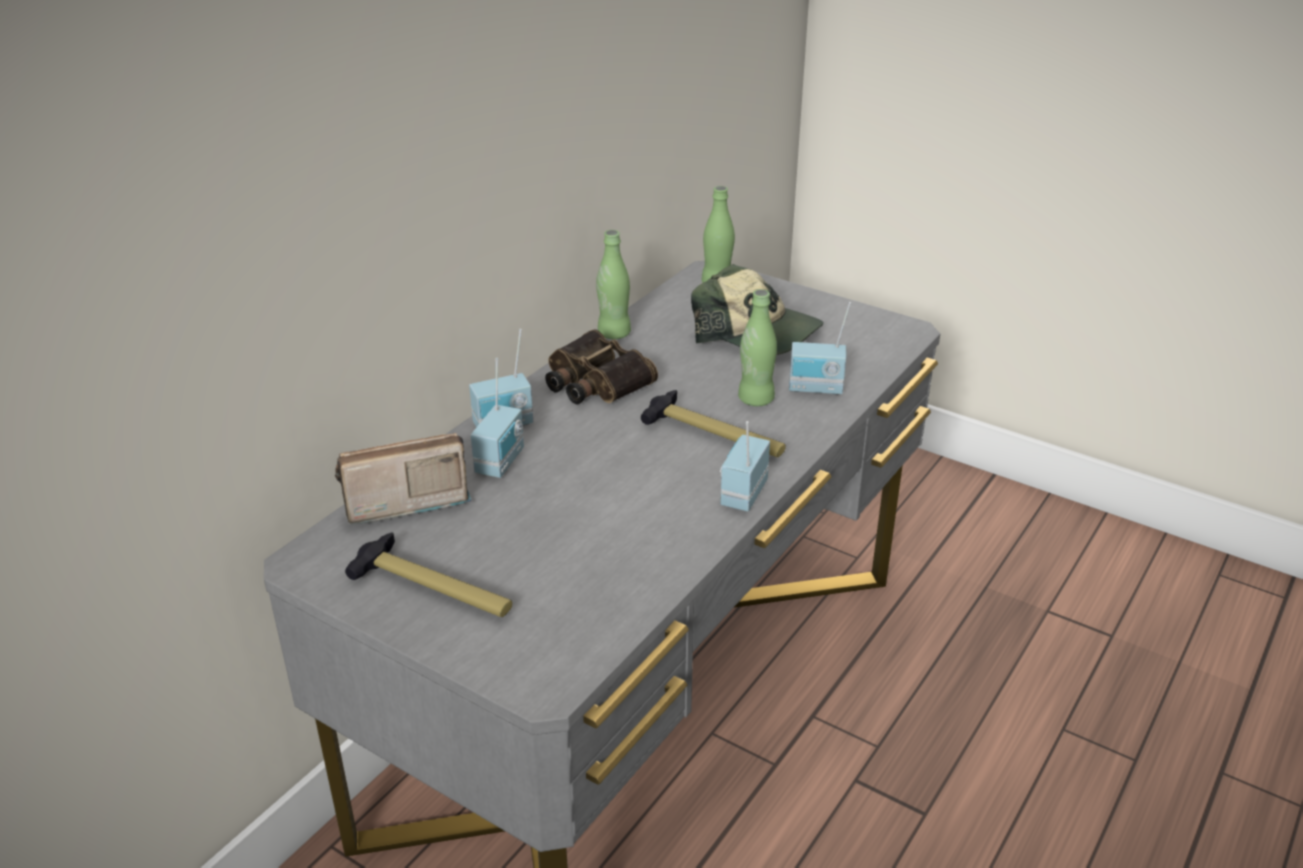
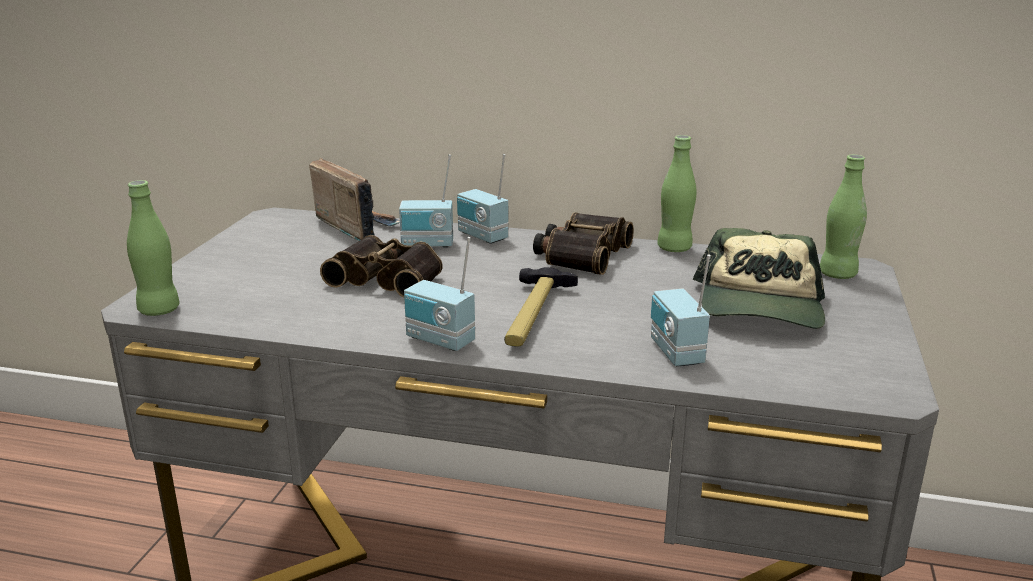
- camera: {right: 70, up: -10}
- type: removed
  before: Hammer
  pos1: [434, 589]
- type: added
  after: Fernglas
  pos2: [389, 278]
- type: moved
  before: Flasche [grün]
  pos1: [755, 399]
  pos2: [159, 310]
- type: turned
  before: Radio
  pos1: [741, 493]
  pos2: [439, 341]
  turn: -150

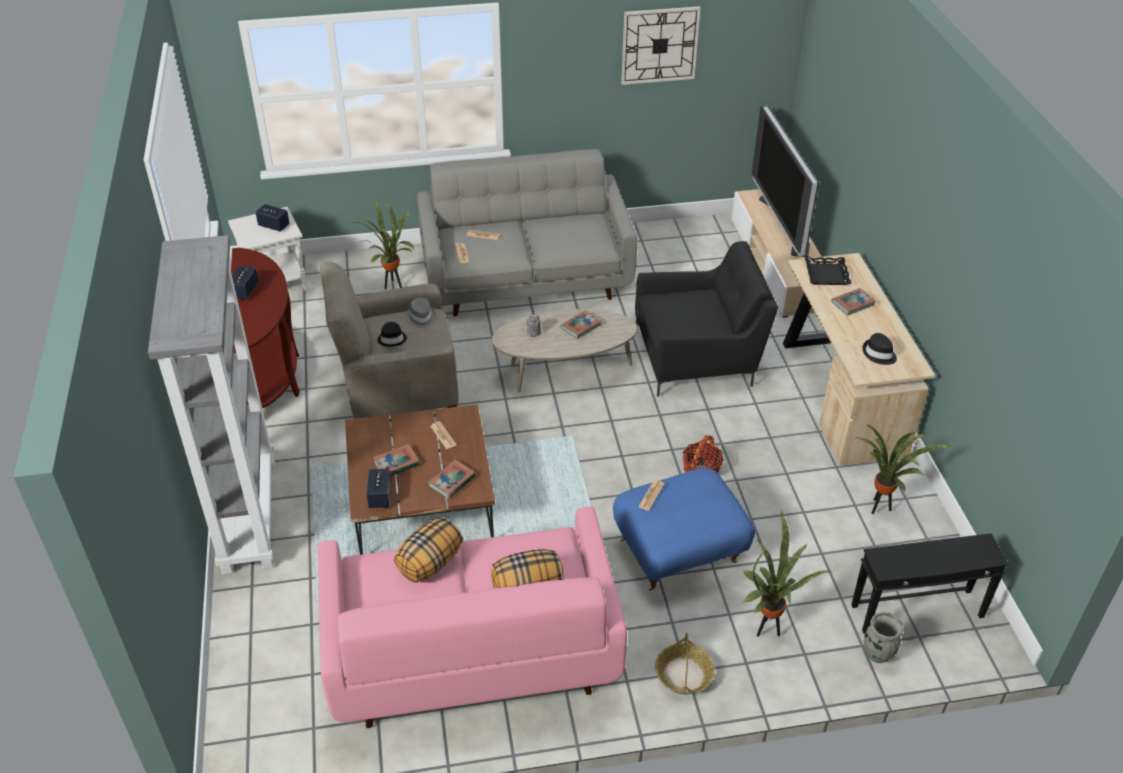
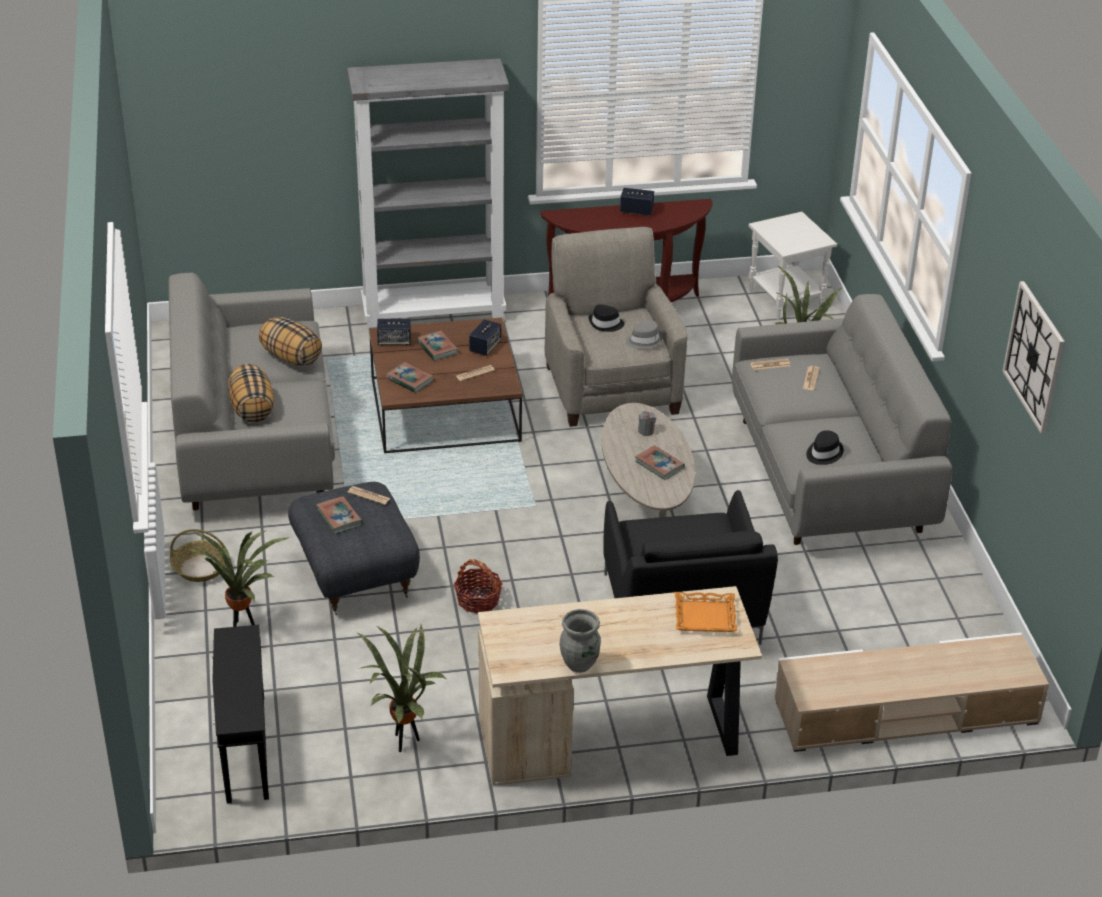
- camera: {right: 90, up: -5}
- type: removed
  before: Fernseher
  pos1: [784, 225]
- type: moved
  before: Lautsprecher
  pos1: [274, 226]
  pos2: [485, 347]
- type: moved
  before: Buch
  pos1: [853, 304]
  pos2: [339, 517]
- type: moved
  before: Hut [schwarz]
  pos1: [878, 354]
  pos2: [823, 453]
- type: moved
  before: Vase [grau]
  pos1: [877, 654]
  pos2: [580, 664]
- type: recoloured
  before: Sofa [rosa]
  after: Sofa [grau]
  pos1: [471, 650]
  pos2: [255, 442]
- type: recoloured
  before: Polsterhocker [blau]
  after: Polsterhocker [grau]
  pos1: [679, 553]
  pos2: [353, 575]
- type: recoloured
  before: Tablett [schwarz]
  after: Tablett [orange]
  pos1: [827, 274]
  pos2: [704, 617]

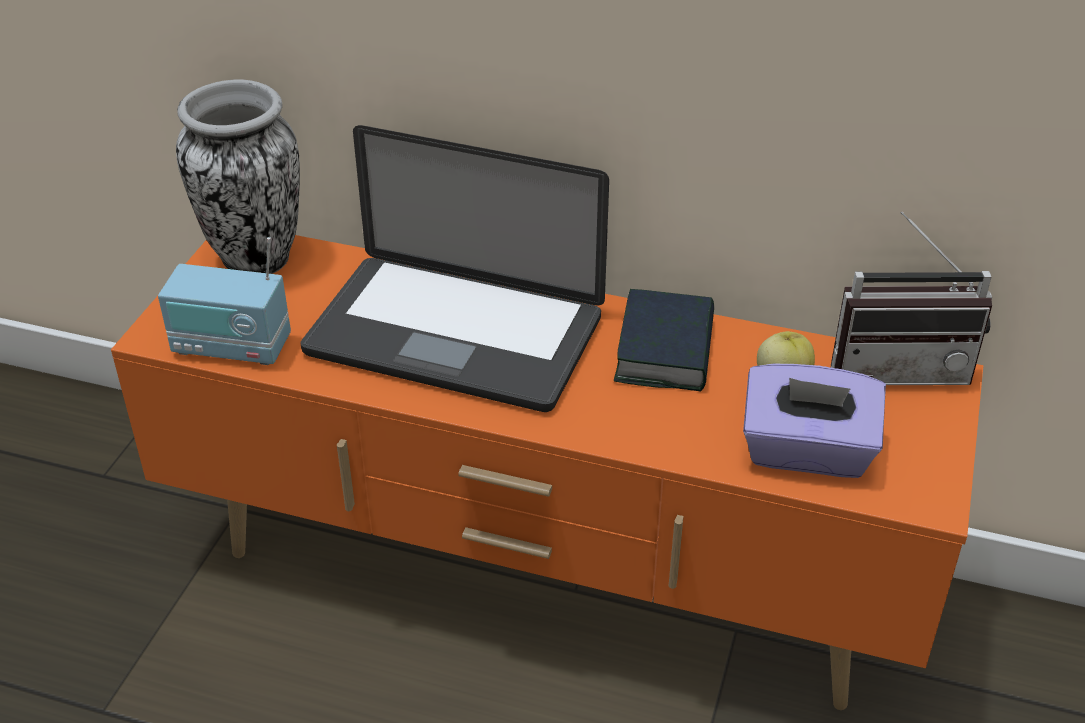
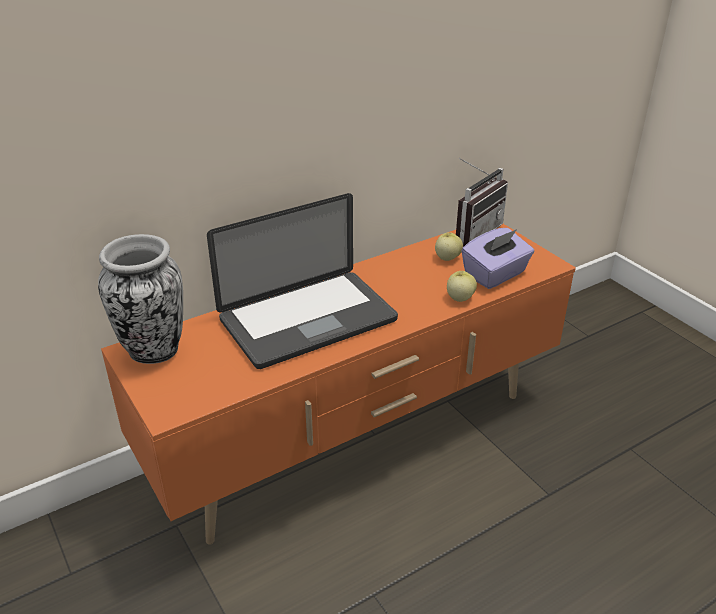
- camera: {right: -50, up: -5}
- type: removed
  before: Radio
  pos1: [231, 347]
- type: removed
  before: Buch
  pos1: [665, 351]
- type: added
  after: Apfel
  pos2: [459, 298]

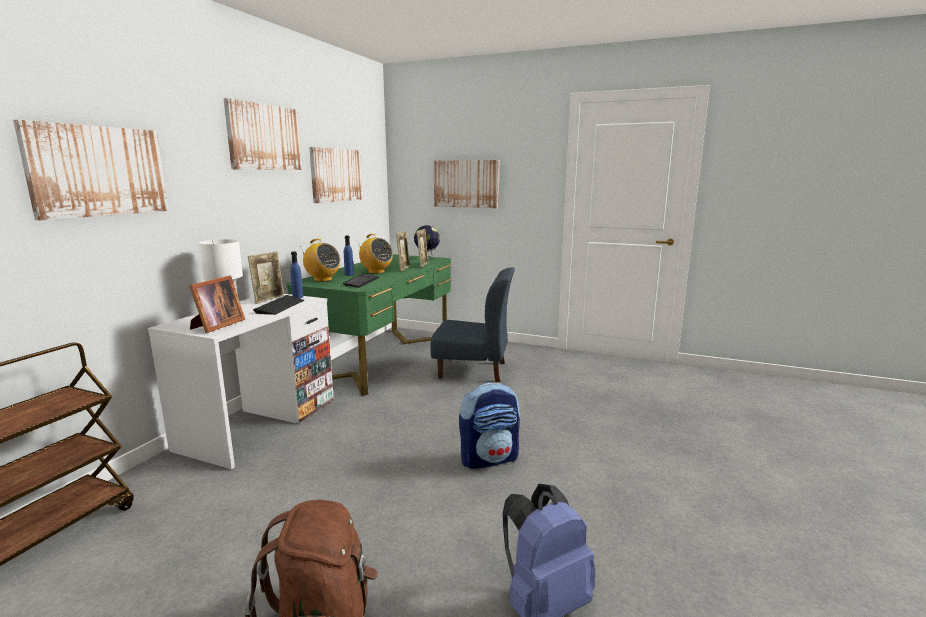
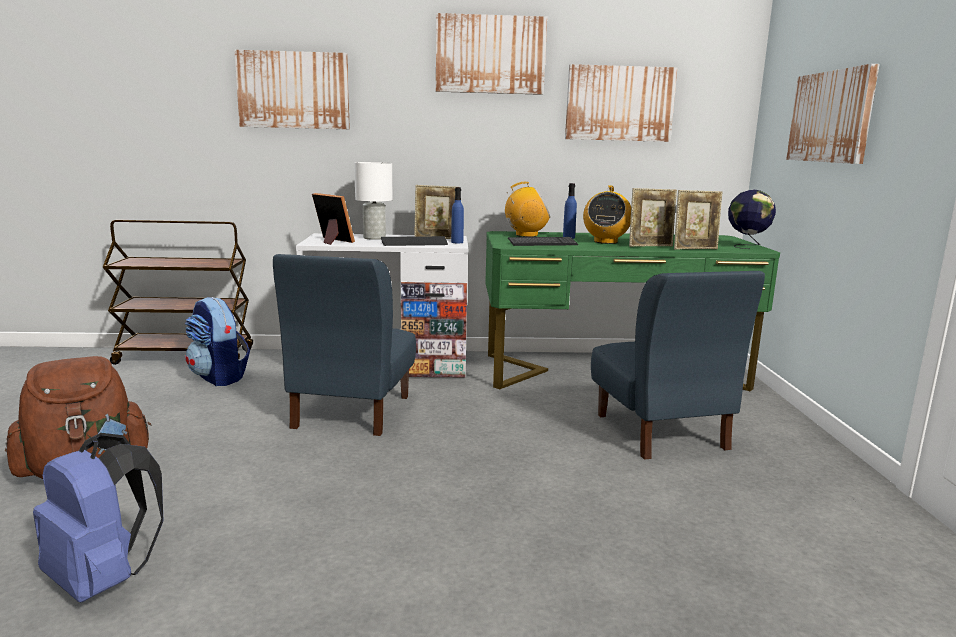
- camera: {right: 65, up: 0}
- type: added
  after: Stuhl [blau]
  pos2: [351, 412]
- type: moved
  before: Rucksack
  pos1: [489, 458]
  pos2: [219, 378]
- type: turned
  before: Bilderrahmen
  pos1: [216, 326]
  pos2: [332, 241]
  turn: -135
- type: turned
  before: Radio
  pos1: [322, 280]
  pos2: [526, 235]
  turn: -105

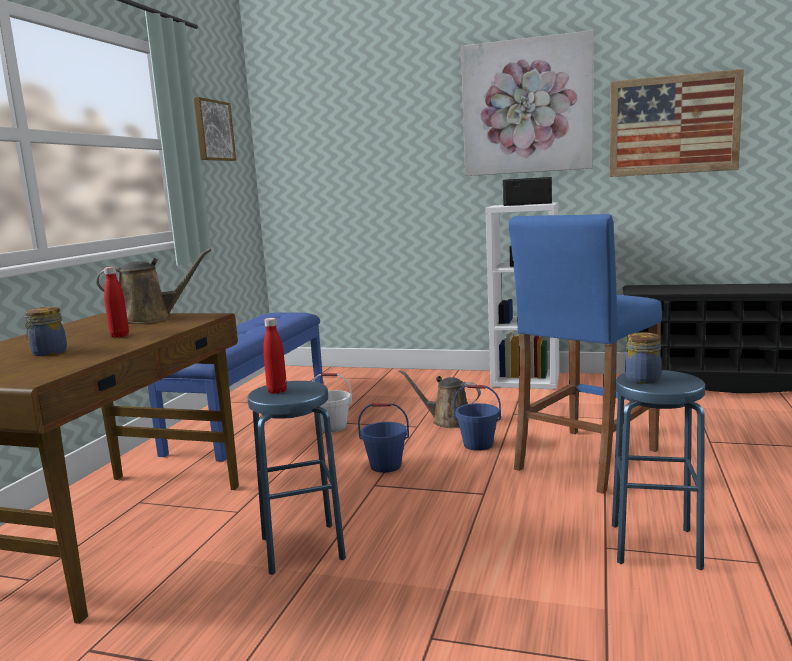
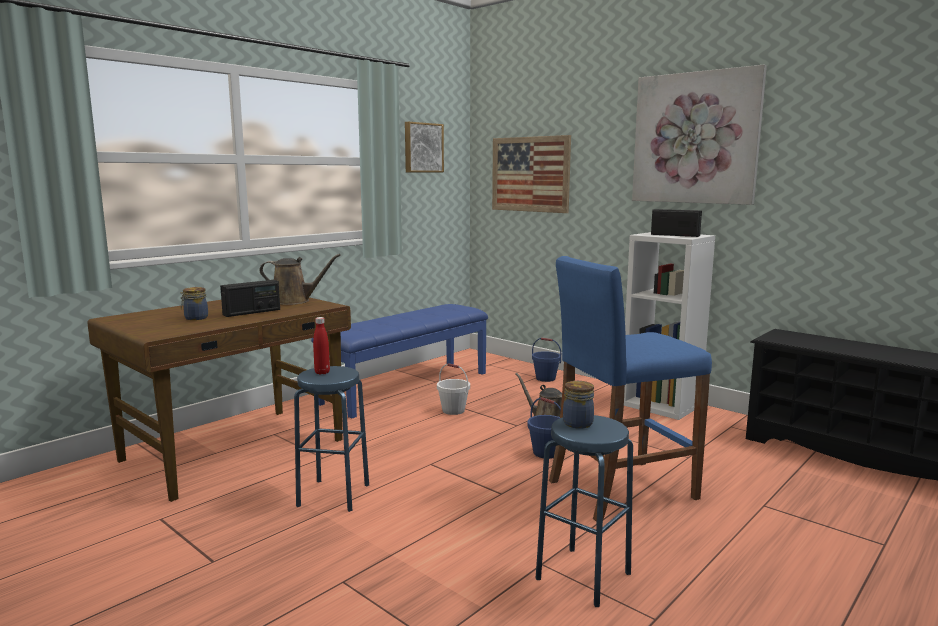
- camera: {right: 25, up: 0}
- type: moved
  before: Eimer [blau]
  pos1: [386, 466]
  pos2: [546, 378]
- type: moved
  before: Bild
  pos1: [673, 125]
  pos2: [530, 174]
- type: replaced
  before: Flasche [rot]
  after: Radio
  pos1: [119, 336]
  pos2: [252, 312]

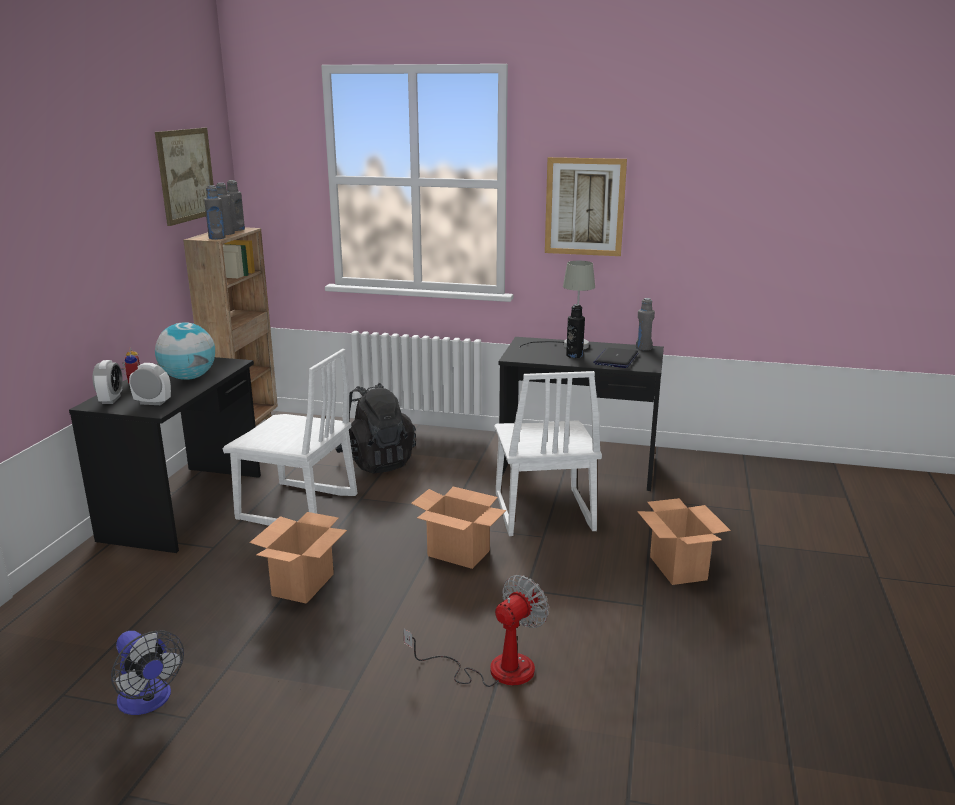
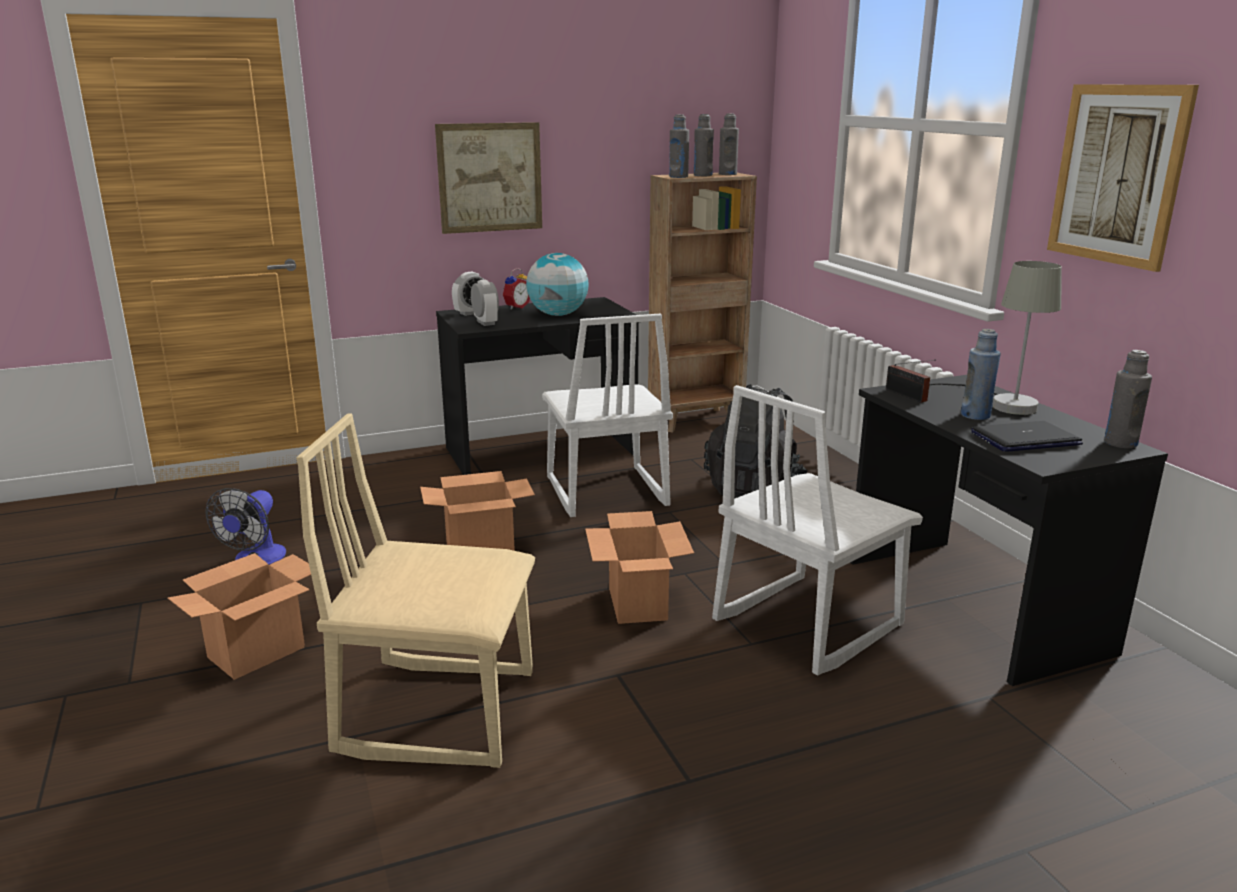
- camera: {right: 55, up: 0}
- type: added
  after: Radio
  pos2: [907, 396]
- type: moved
  before: Bild
  pos1: [186, 175]
  pos2: [490, 177]
- type: moved
  before: Karton
  pos1: [677, 568]
  pos2: [257, 652]
- type: replaced
  before: Ventilator
  after: Stuhl [beige]
  pos1: [494, 669]
  pos2: [438, 711]
- type: recoloured
  before: Flasche [schwarz]
  after: Flasche [blau]
  pos1: [574, 355]
  pos2: [975, 415]

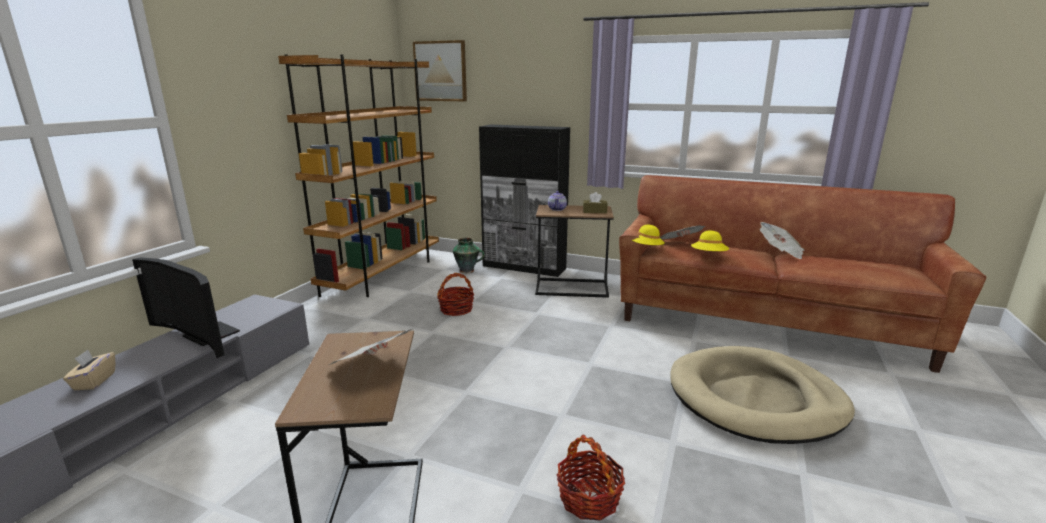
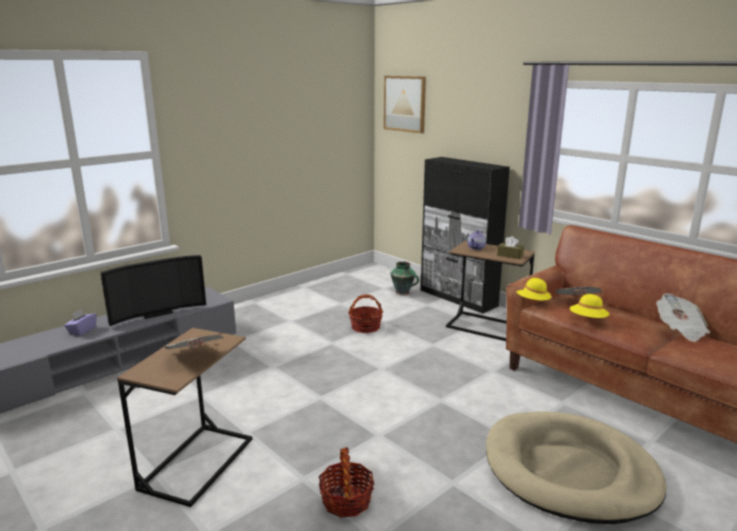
- camera: {right: 25, up: 0}
- type: removed
  before: Bücherregal [braun]
  pos1: [383, 275]
- type: recoloured
  before: Taschentuchbox [beige]
  after: Taschentuchbox [lila]
  pos1: [94, 381]
  pos2: [82, 330]
- type: turned
  before: Fernseher
  pos1: [203, 336]
  pos2: [156, 313]
  turn: -90

